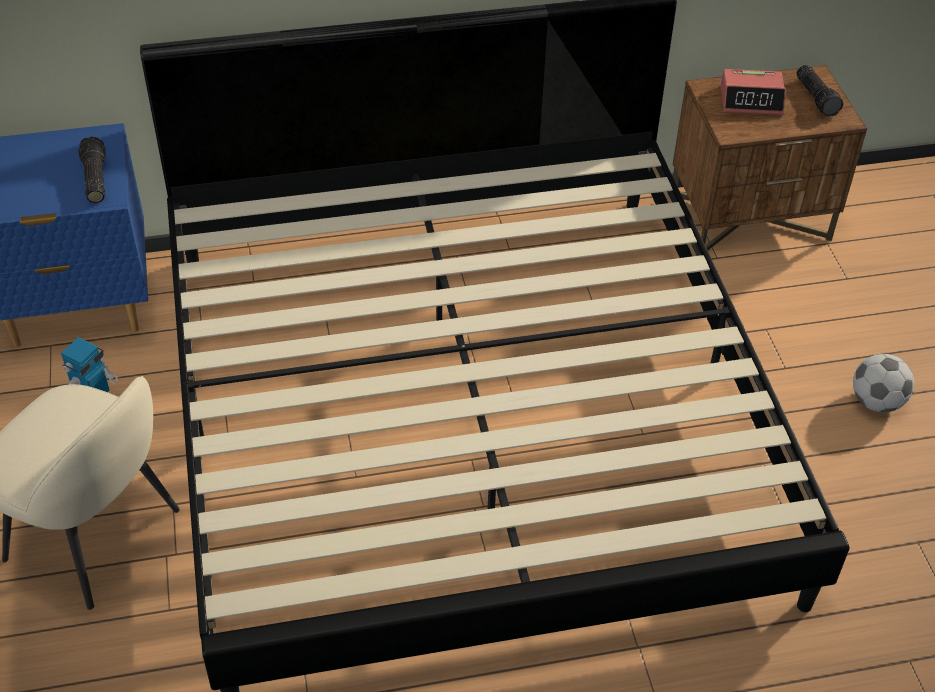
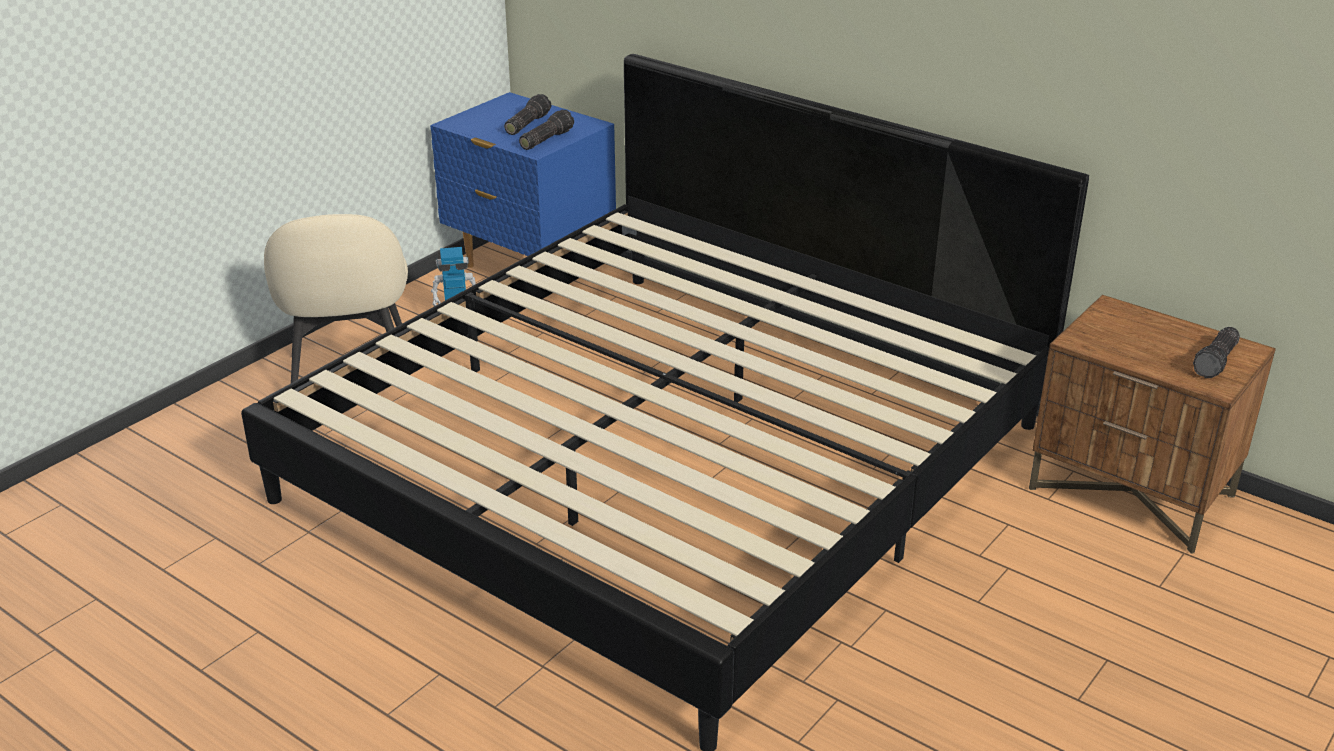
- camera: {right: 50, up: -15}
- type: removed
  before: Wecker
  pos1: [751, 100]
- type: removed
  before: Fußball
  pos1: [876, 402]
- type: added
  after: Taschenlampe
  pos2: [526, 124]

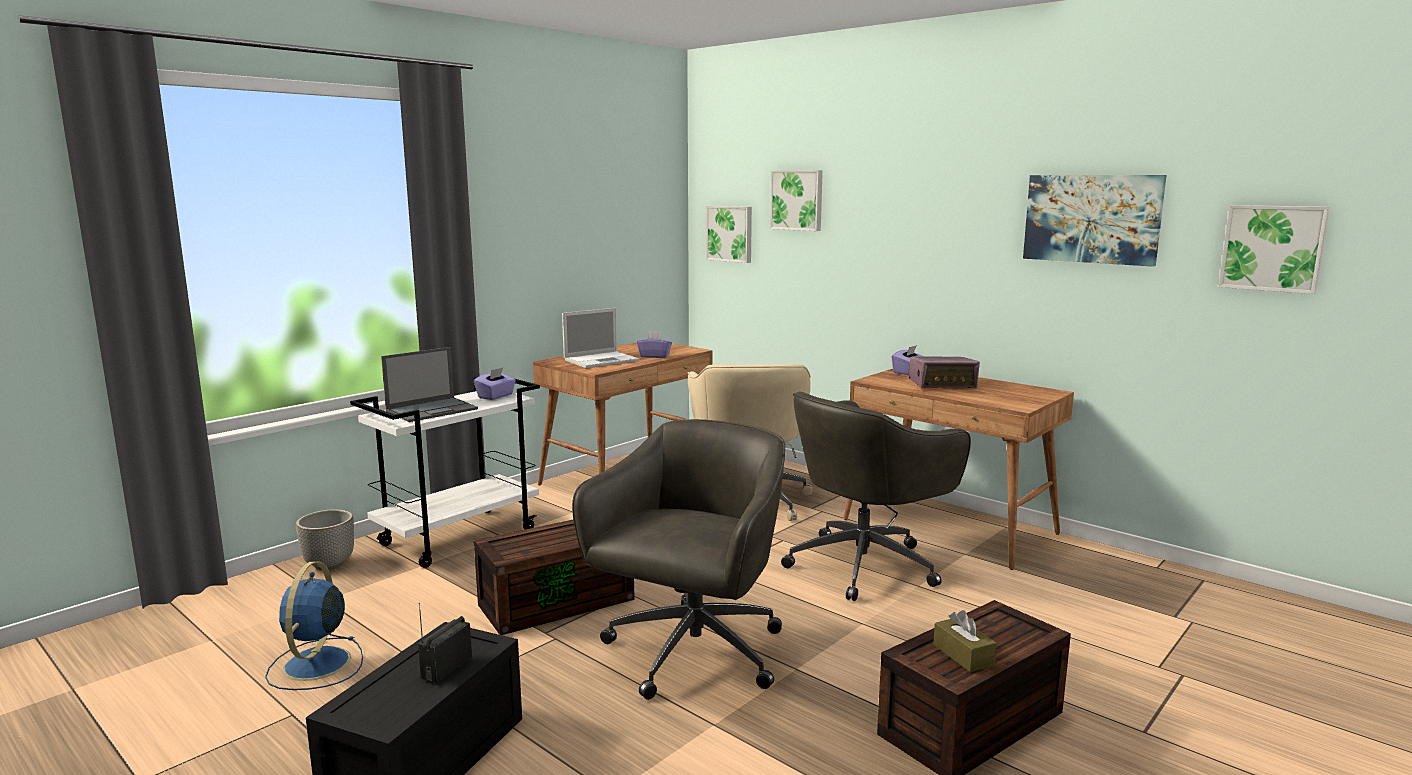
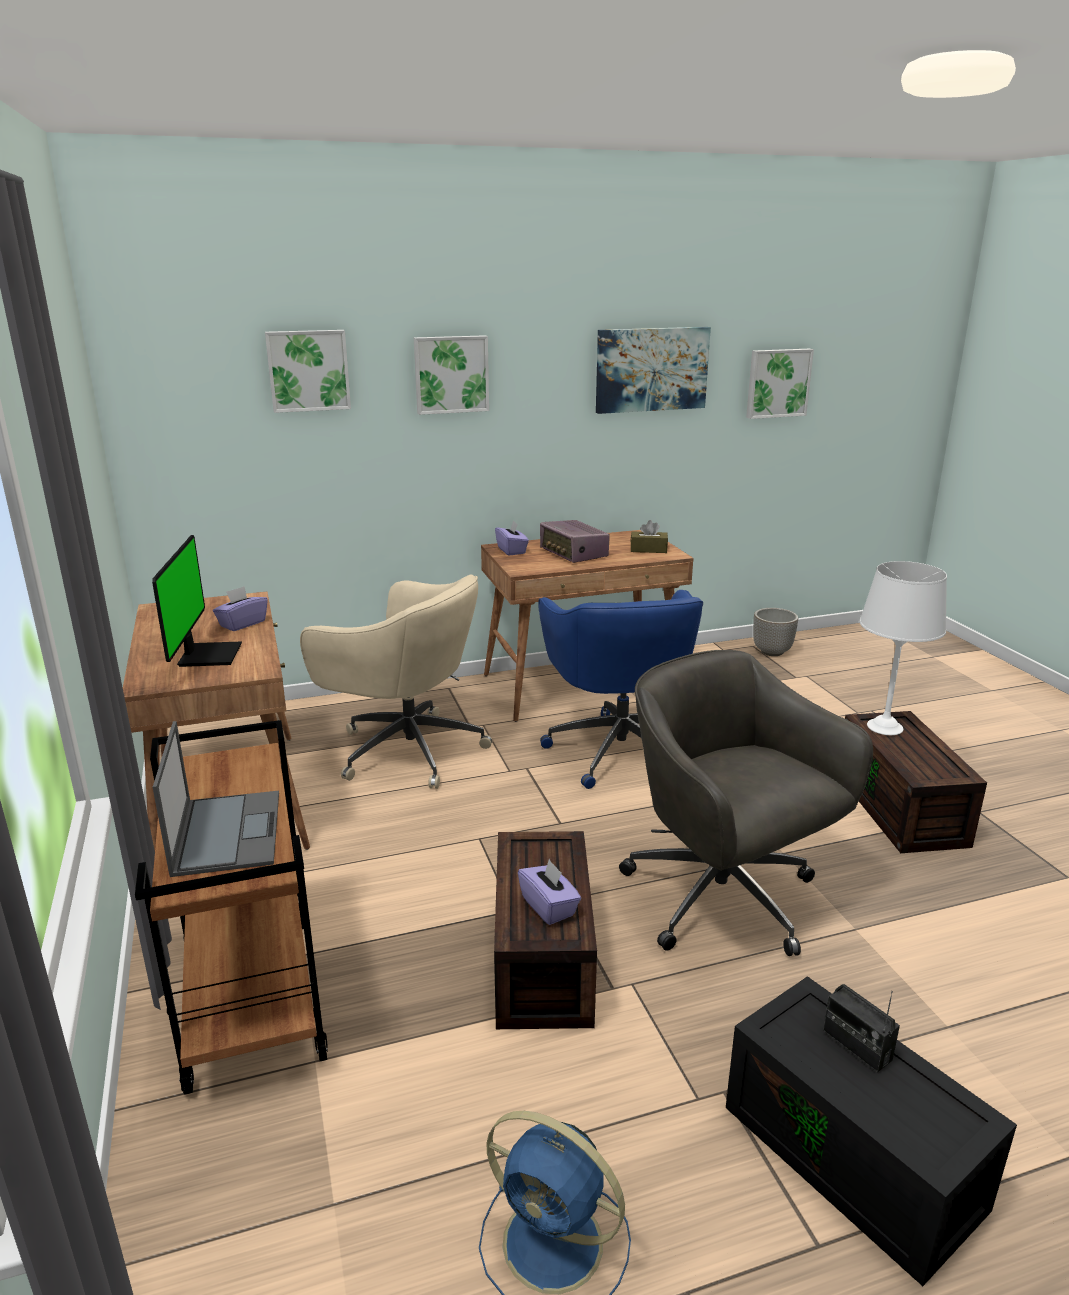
- camera: {right: -60, up: 10}
- type: added
  after: Tischlampe [weiß]
  pos2: [884, 726]
- type: moved
  before: Pflanzkübel
  pos1: [330, 564]
  pos2: [772, 652]
- type: moved
  before: Taschentuchbox [lila]
  pos1: [496, 396]
  pos2: [549, 907]
- type: moved
  before: Bild
  pos1: [730, 233]
  pos2: [451, 374]
- type: moved
  before: Taschentuchbox [braun]
  pos1: [963, 655]
  pos2: [648, 549]
- type: replaced
  before: Laptop
  after: Monitor
  pos1: [602, 360]
  pos2: [207, 655]
- type: recoloured
  before: Rollwagen [weiß]
  after: Rollwagen [braun]
  pos1: [459, 536]
  pos2: [250, 998]
- type: recoloured
  before: Bürostuhl [grau]
  after: Bürostuhl [blau]
  pos1: [865, 565]
  pos2: [619, 749]
- type: turned
  before: Radio
  pos1: [942, 385]
  pos2: [574, 554]
  turn: 120

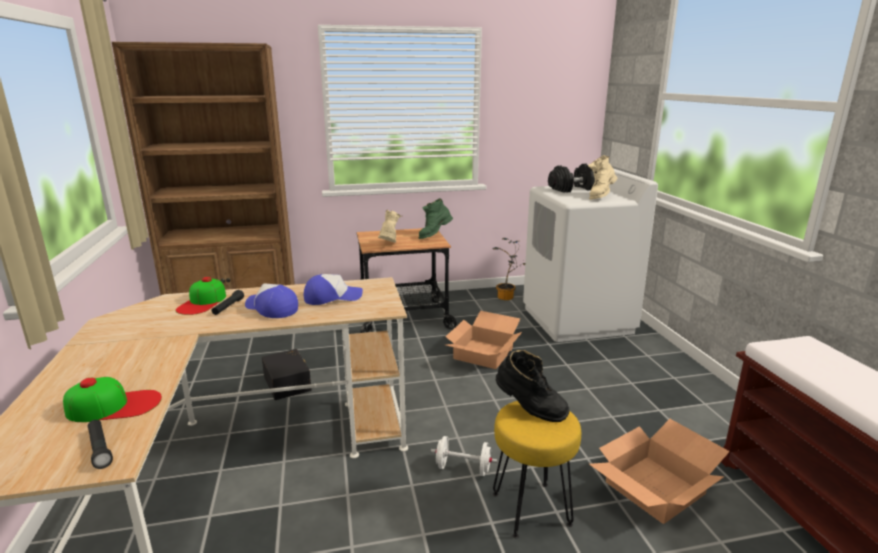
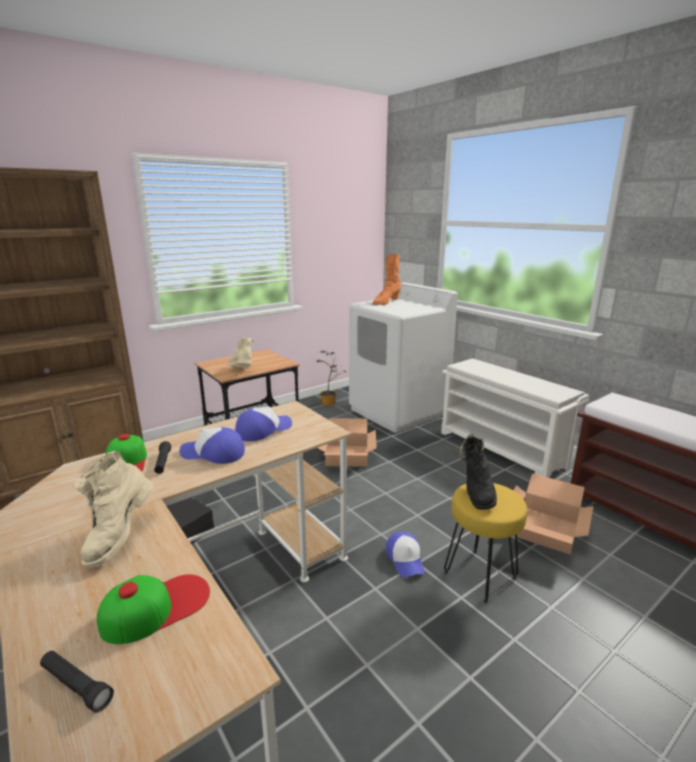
- camera: {right: -25, up: 0}
- type: removed
  before: Stiefel [grün]
  pos1: [434, 236]
- type: added
  after: Schuhregal [weiß]
  pos2: [502, 449]
- type: moved
  before: Taschenlampe [schwarz]
  pos1: [100, 449]
  pos2: [76, 686]
- type: moved
  before: Stiefel [beige]
  pos1: [600, 197]
  pos2: [119, 537]
- type: replaced
  before: Hantel [weiß]
  after: Kappe
  pos1: [463, 468]
  pos2: [405, 559]
- type: replaced
  before: Hantel [schwarz]
  after: Stiefel [orange]
  pos1: [572, 189]
  pos2: [385, 303]
- type: turned
  before: Stiefel [schwarz]
  pos1: [529, 410]
  pos2: [476, 492]
  turn: 90

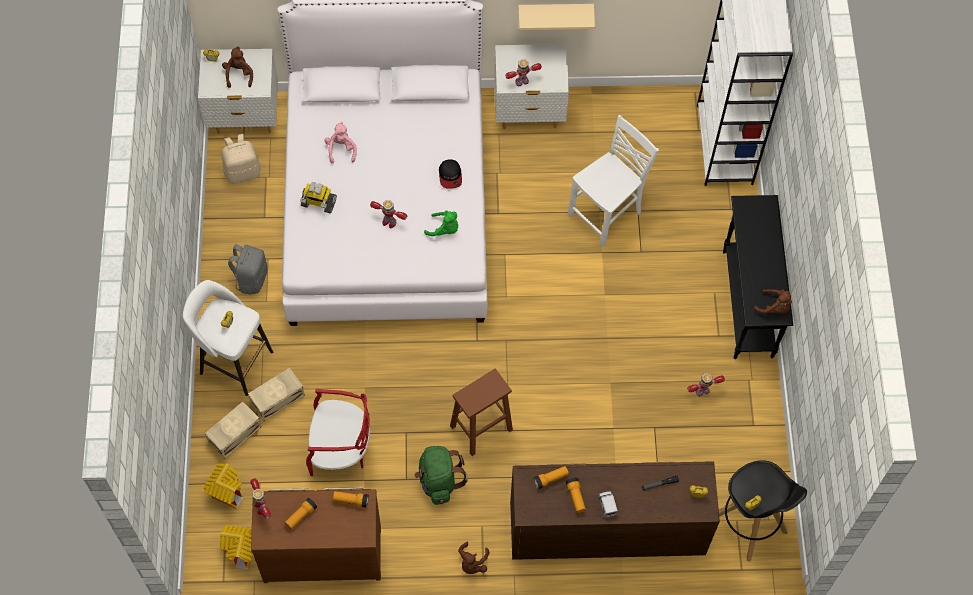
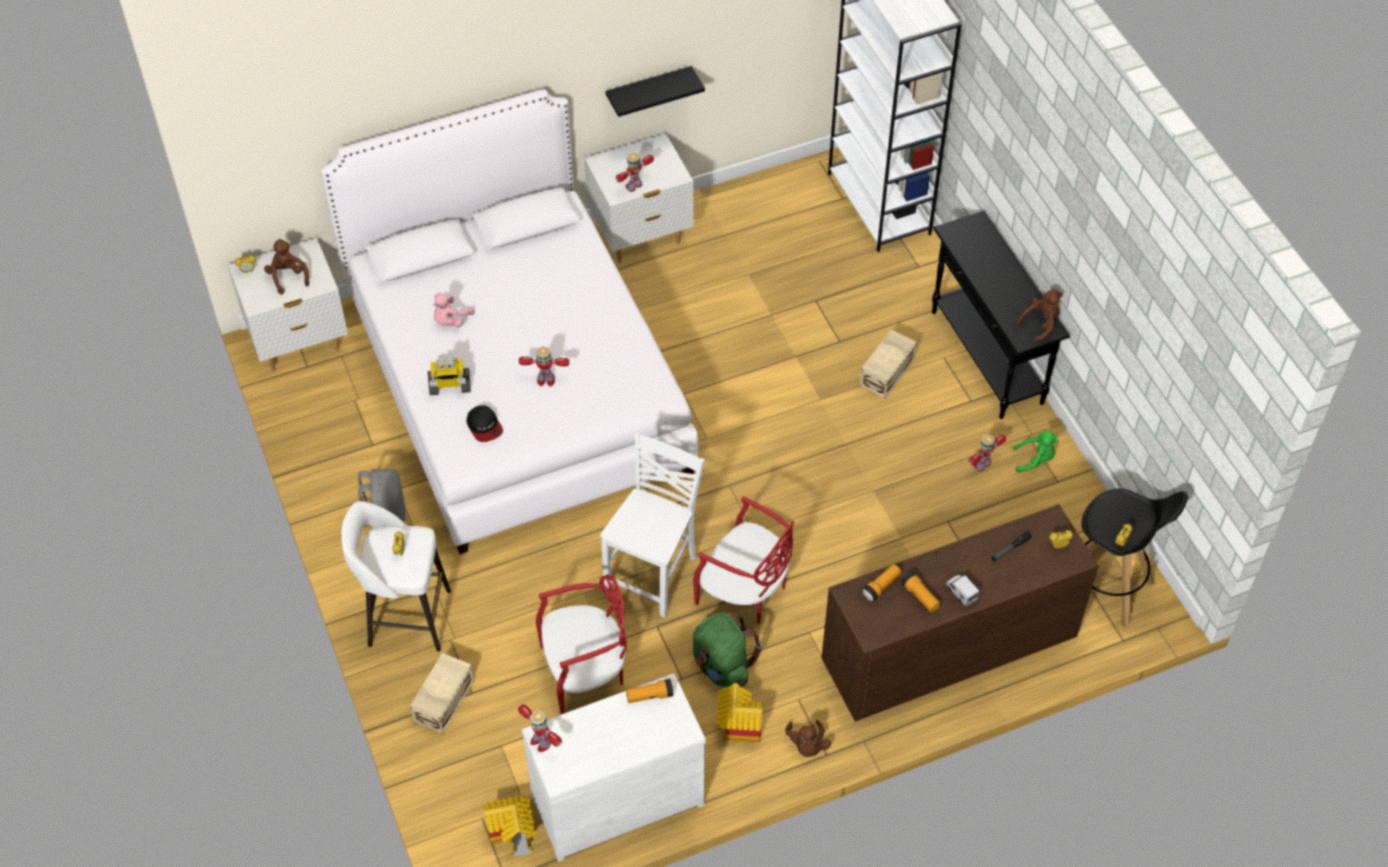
- camera: {right: -20, up: -10}
- type: removed
  before: Rucksack [beige]
  pos1: [243, 172]
- type: removed
  before: Taschenlampe
  pos1: [301, 516]
- type: moved
  before: Spielzeughaus
  pos1: [226, 492]
  pos2: [737, 727]
- type: moved
  before: Aufbewahrungsbox [beige]
  pos1: [278, 399]
  pos2: [888, 372]
- type: moved
  before: Plüschtier [grün]
  pos1: [444, 229]
  pos2: [1035, 459]
- type: moved
  before: Kappe
  pos1: [450, 176]
  pos2: [484, 426]
- type: moved
  before: Stuhl [weiß]
  pos1: [606, 214]
  pos2: [653, 574]
- type: replaced
  before: Hocker [braun]
  after: Stuhl [rot]
  pos1: [480, 428]
  pos2: [745, 591]
- type: recoloured
  before: Kommode [braun]
  after: Kommode [weiß]
  pos1: [321, 551]
  pos2: [615, 797]
- type: recoloured
  before: Wandregal [beige]
  after: Wandregal [schwarz]
  pos1: [555, 12]
  pos2: [649, 91]
- type: turned
  before: Plüschtier [rosa]
  pos1: [341, 149]
  pos2: [451, 320]
  turn: -120
- type: turned
  before: Plüschtier [braun]
  pos1: [774, 307]
  pos2: [1040, 324]
  turn: -45

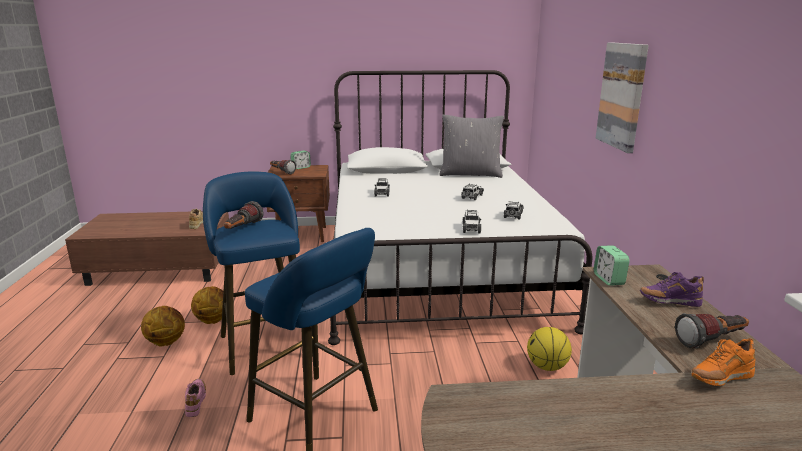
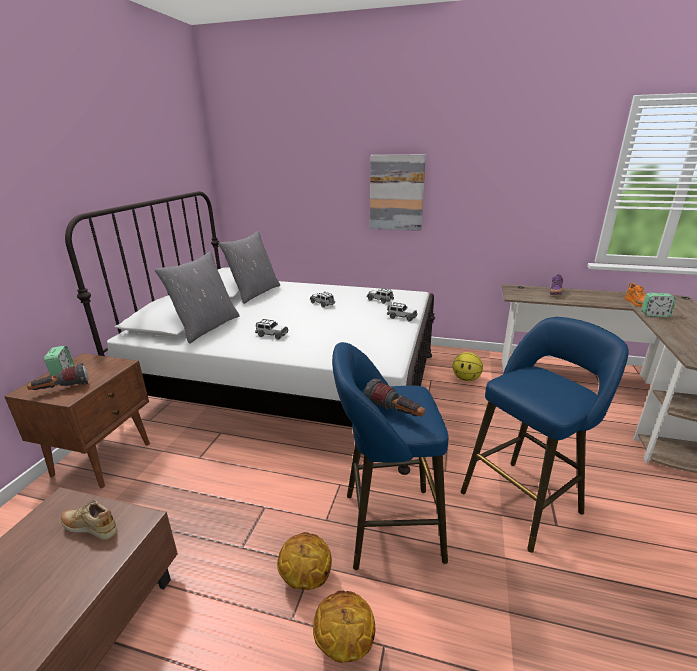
- camera: {right: -70, up: 5}
- type: removed
  before: Schuh [rosa]
  pos1: [196, 402]
- type: removed
  before: Taschenlampe
  pos1: [712, 341]
- type: added
  after: Kissen [grau]
  pos2: [206, 327]
- type: moved
  before: Wecker
  pos1: [609, 279]
  pos2: [655, 314]

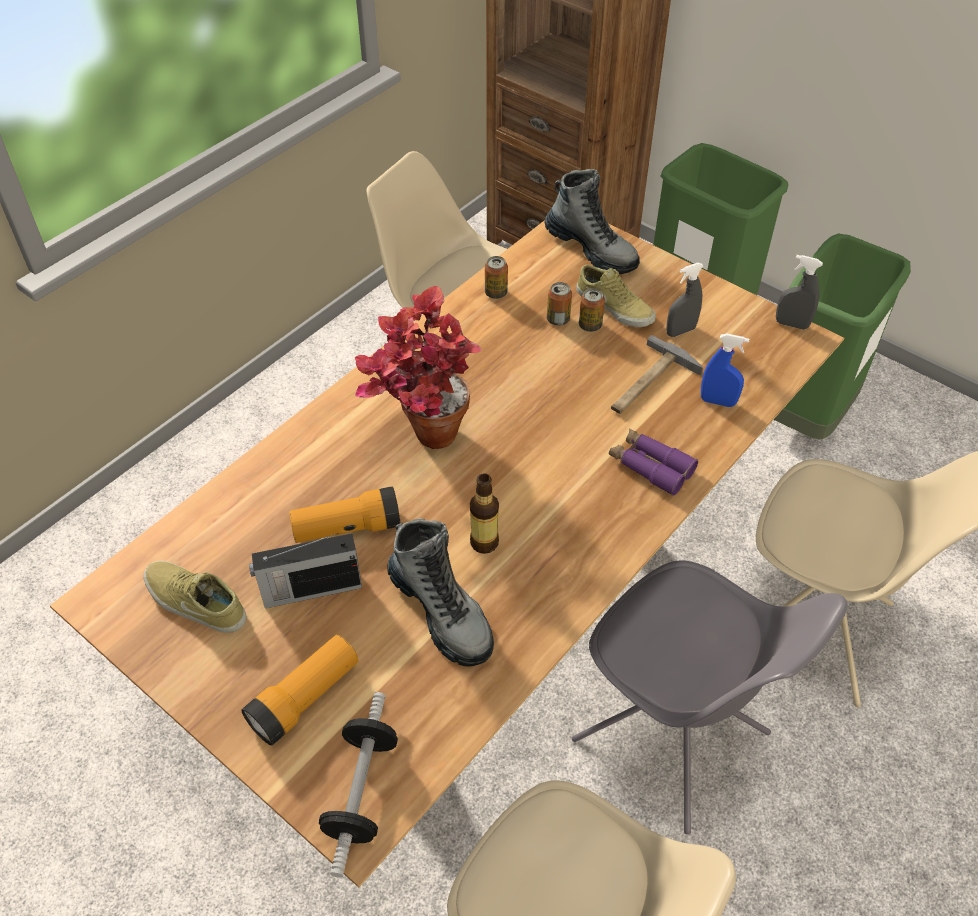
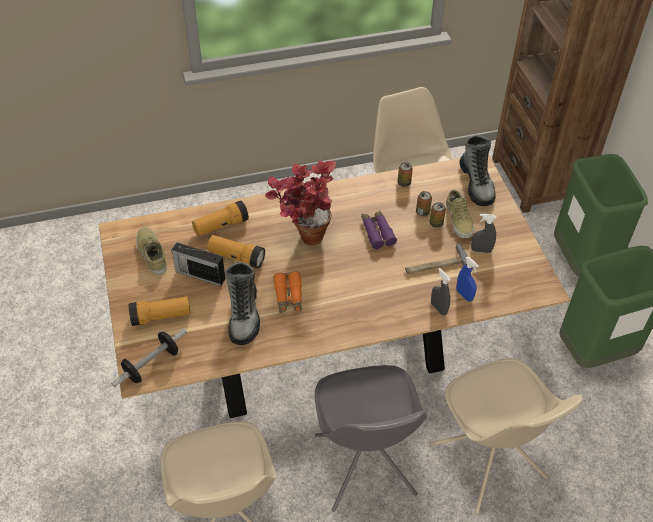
- camera: {right: 35, up: 0}
- type: added
  after: Taschenlampe
  pos2: [221, 226]
- type: moved
  before: Fernglas [lila]
  pos1: [650, 466]
  pos2: [377, 232]
- type: moved
  before: Sprühflasche [grau]
  pos1: [791, 324]
  pos2: [438, 308]
- type: replaced
  before: Flasche
  after: Fernglas [orange]
  pos1: [484, 542]
  pos2: [288, 297]

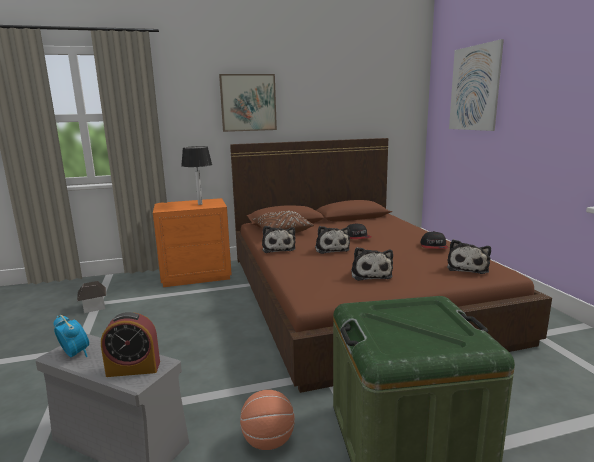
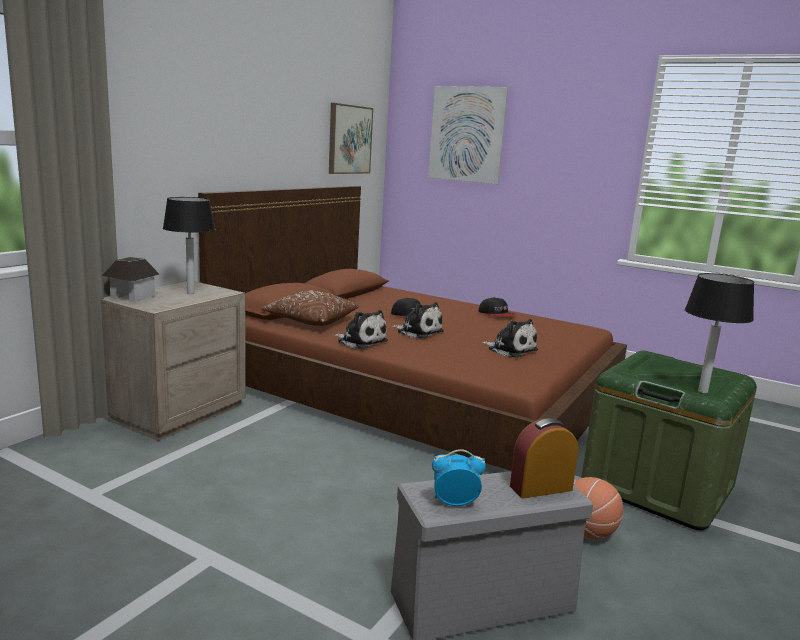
- camera: {right: -45, up: 0}
- type: removed
  before: Plüschtier
  pos1: [467, 268]
- type: added
  after: Tischlampe
  pos2: [703, 391]
- type: moved
  before: Spielzeughaus
  pos1: [94, 307]
  pos2: [132, 297]
- type: moved
  before: Bild
  pos1: [248, 103]
  pos2: [349, 139]
- type: recoloured
  before: Nachttisch [orange]
  after: Nachttisch [beige]
  pos1: [196, 275]
  pos2: [177, 412]
- type: turned
  before: Wecker
  pos1: [133, 369]
  pos2: [541, 488]
  turn: -150

